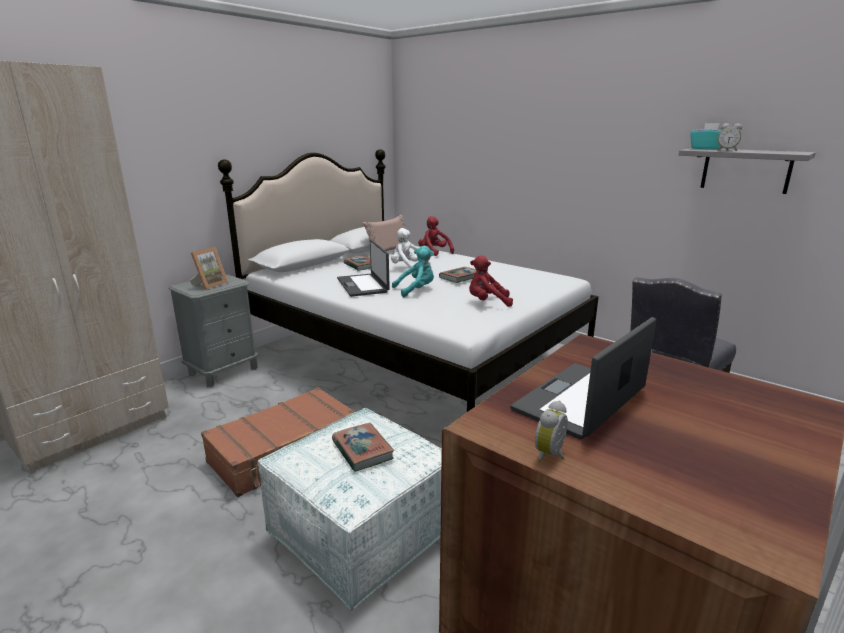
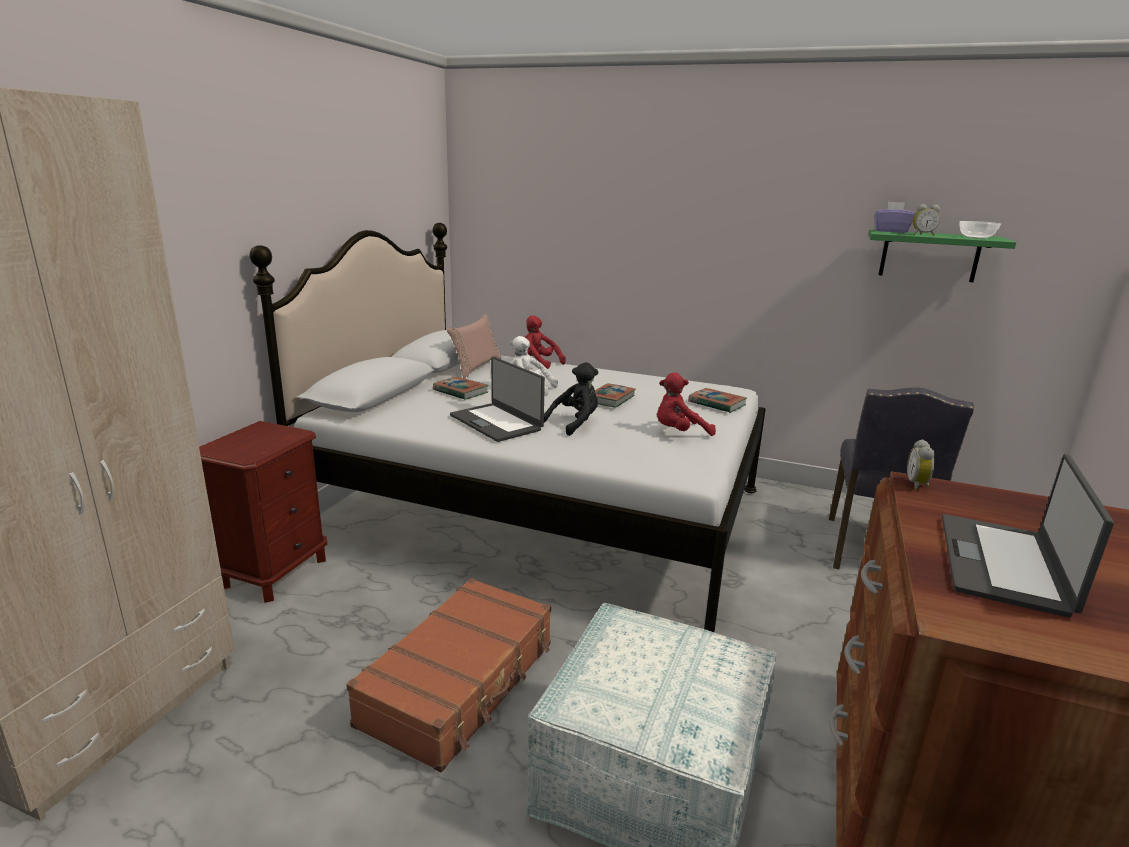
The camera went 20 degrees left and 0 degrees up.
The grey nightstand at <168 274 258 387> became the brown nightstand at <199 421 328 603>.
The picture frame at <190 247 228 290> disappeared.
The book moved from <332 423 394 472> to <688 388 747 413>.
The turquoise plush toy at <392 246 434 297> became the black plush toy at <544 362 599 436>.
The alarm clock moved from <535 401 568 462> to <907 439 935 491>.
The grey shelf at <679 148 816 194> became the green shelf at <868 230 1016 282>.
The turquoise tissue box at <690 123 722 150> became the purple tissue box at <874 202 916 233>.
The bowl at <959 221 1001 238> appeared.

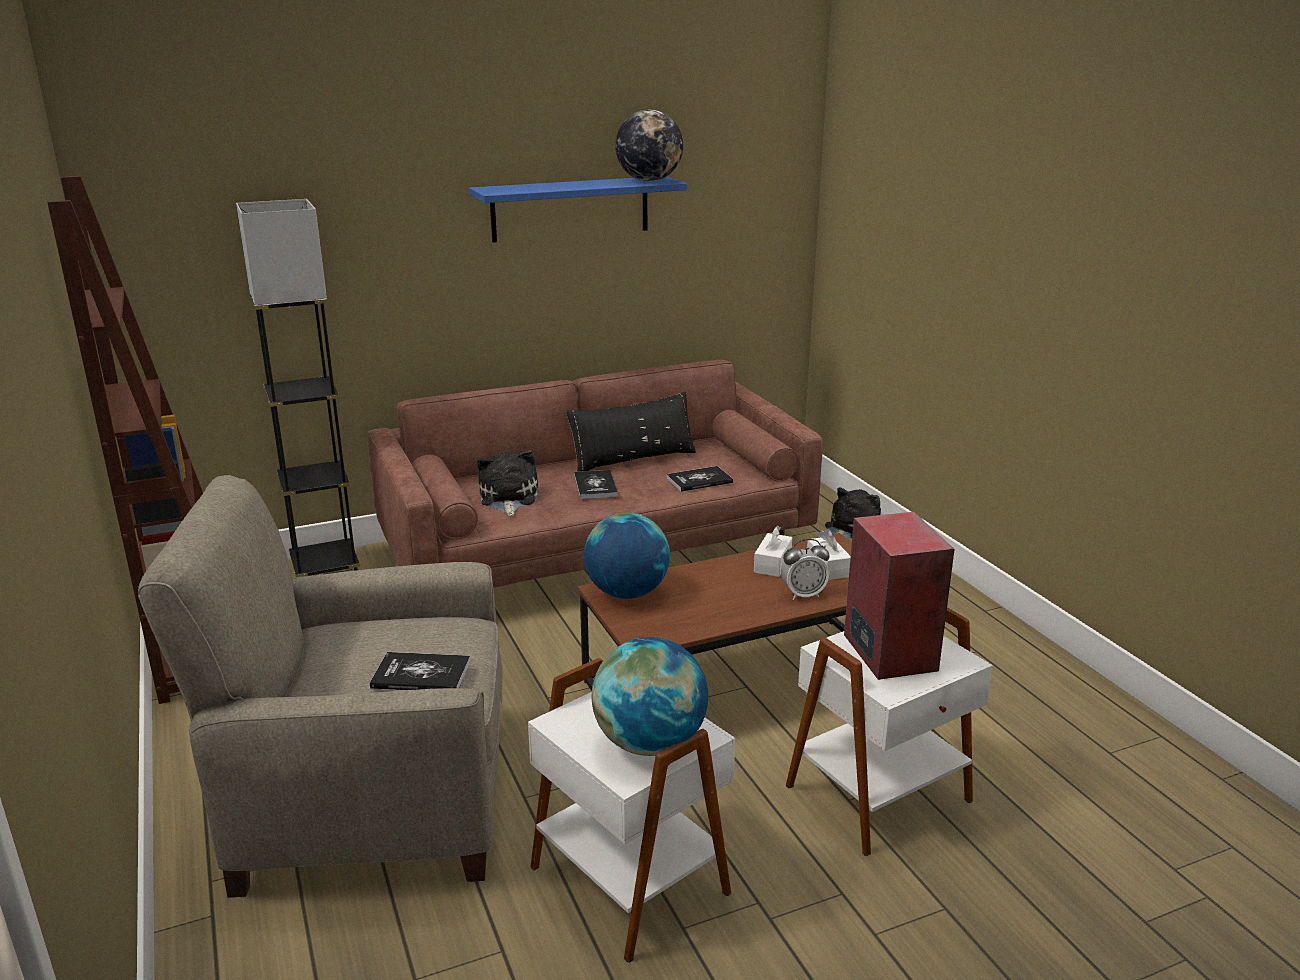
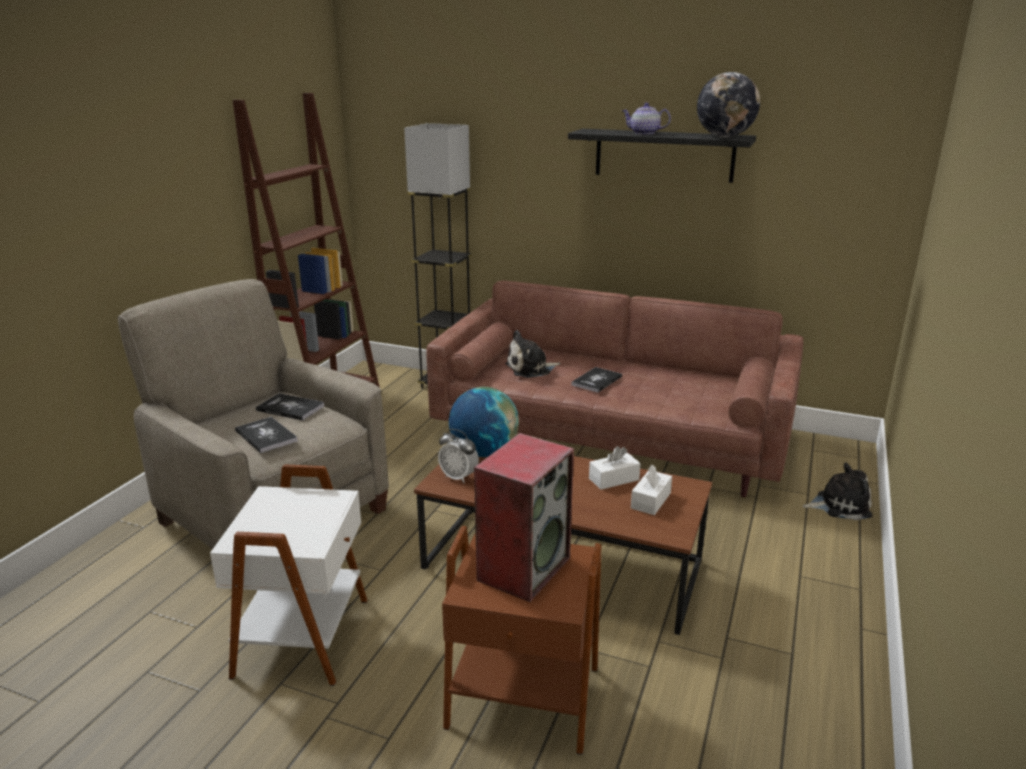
The camera went 45 degrees right and 0 degrees up.
The blue shelf at <469 177 688 243> became the black shelf at <568 129 756 183>.
The plush toy at <477 450 538 516> turned 150 degrees counterclockwise.
The black pillow at <566 392 696 472> disappeared.
The globe at <592 637 708 756> disappeared.
The book moved from <666 466 733 492> to <256 393 324 421>.
The alarm clock moved from <781 539 830 600> to <438 429 479 483>.
The white side table at <786 608 993 856> became the brown side table at <442 526 601 755>.
The teapot at <622 103 671 135> appeared.

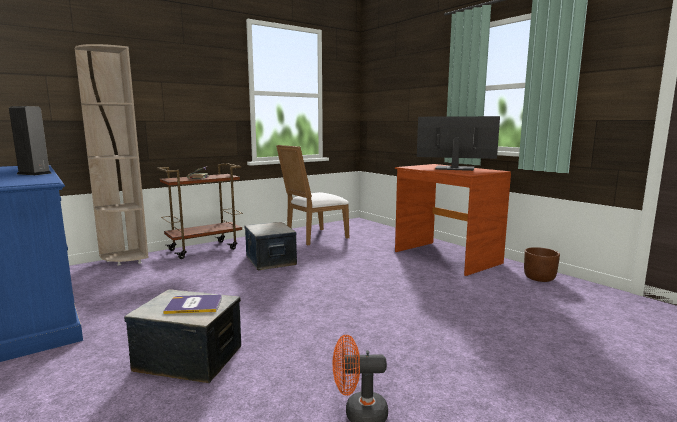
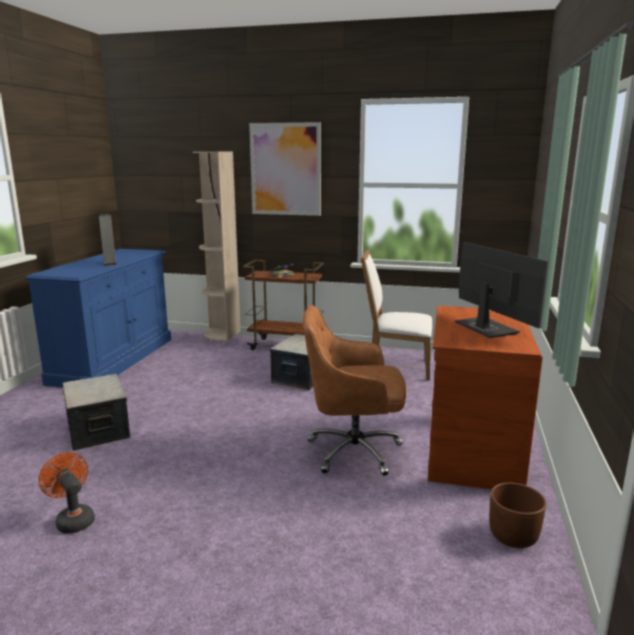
The camera went 50 degrees right and 5 degrees up.
The book at <163 295 222 314> disappeared.
The picture at <249 122 321 216> appeared.
The brown office chair at <302 305 407 476> appeared.

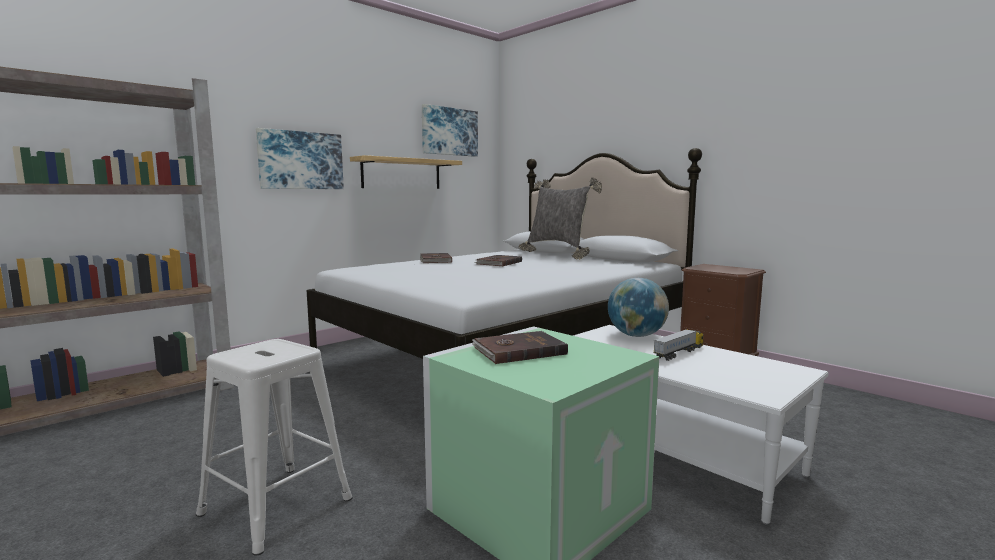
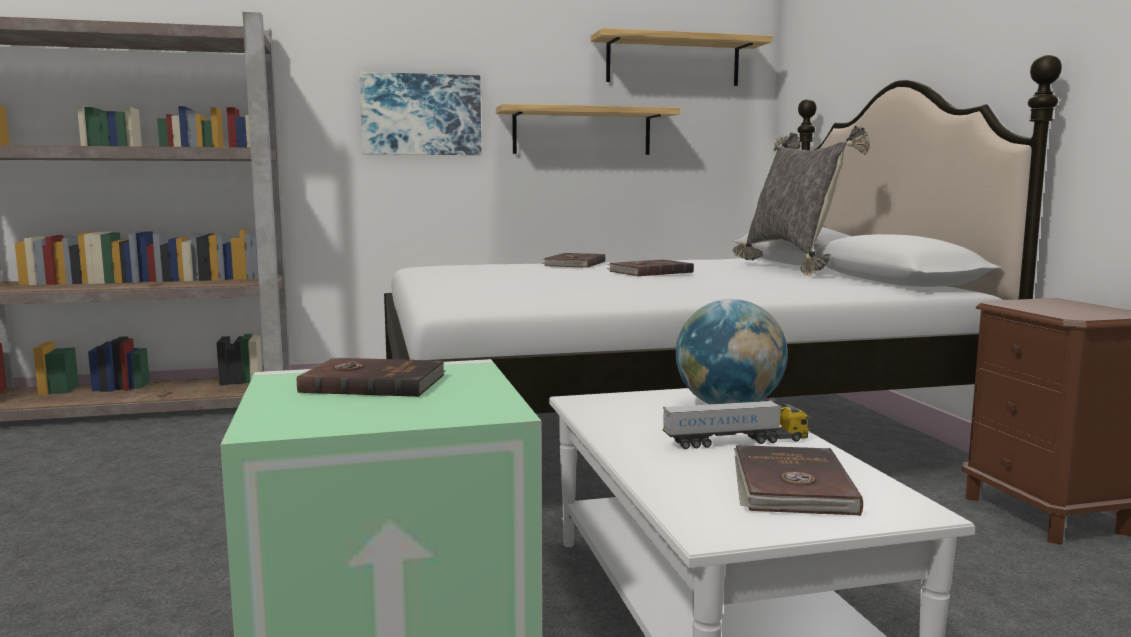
The camera went 30 degrees right and 0 degrees up.
The white stool at <196 339 353 556> disappeared.
The picture at <422 104 478 157> was replaced by the shelf at <591 28 772 86>.
The brown book at <734 445 863 516> appeared.

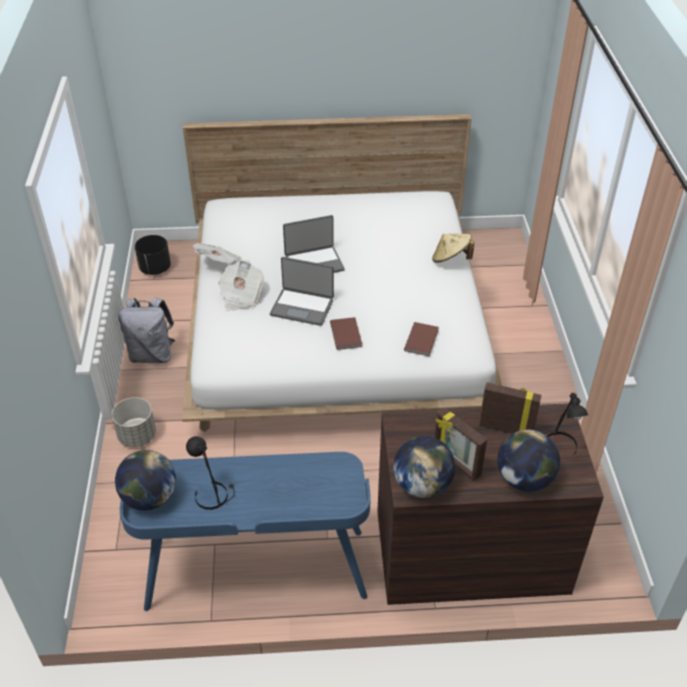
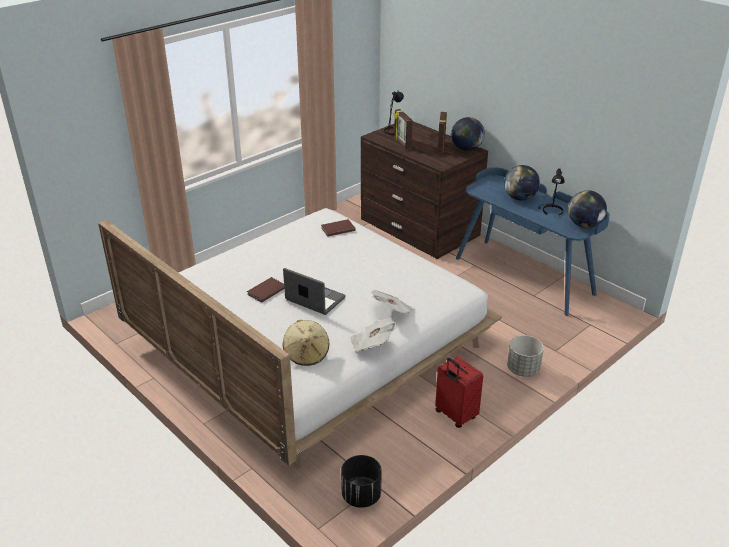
The camera went 130 degrees left and 10 degrees down.
The grey backpack at <118 297 175 363> was replaced by the red suitcase at <435 356 483 428>.
The laptop at <270 257 334 326> disappeared.
The brown book moved from <330 317 362 350> to <247 277 284 303>.
The beige hat moved from <432 234 475 263> to <283 320 329 366>.
The globe moved from <497 430 560 492> to <504 165 540 201>.

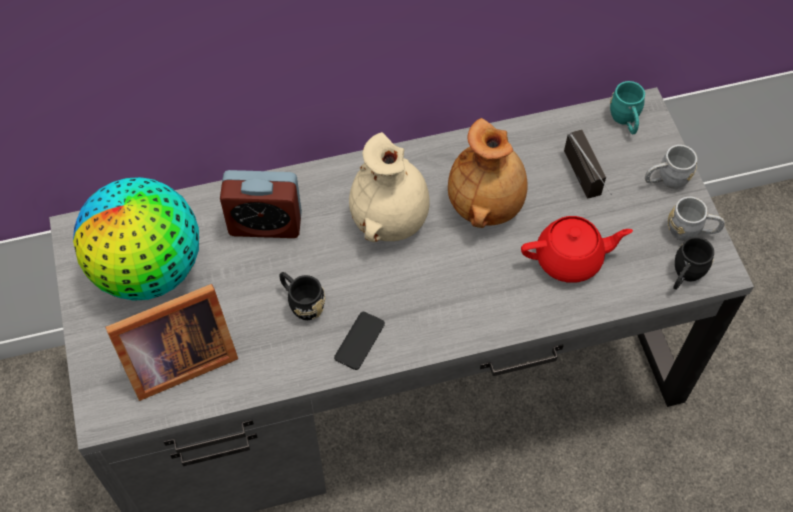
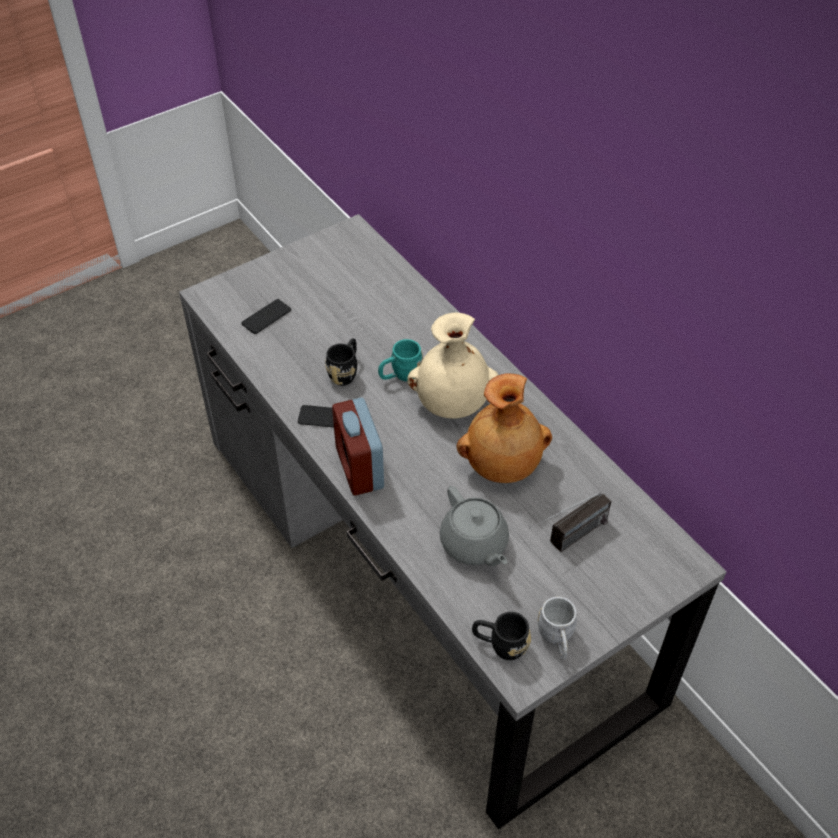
The camera went 70 degrees right and 10 degrees down.
The globe at <73 177 199 301> disappeared.
The picture frame at <105 284 238 401> was replaced by the phone at <241 299 291 334>.
The alarm clock moved from <220 170 302 238> to <332 398 384 496>.
The red teapot at <521 216 633 283> became the grey teapot at <440 486 509 566>.
The turquoise mug moved from <610 81 645 134> to <378 339 423 381>.
The grey mug at <645 145 697 189> disappeared.

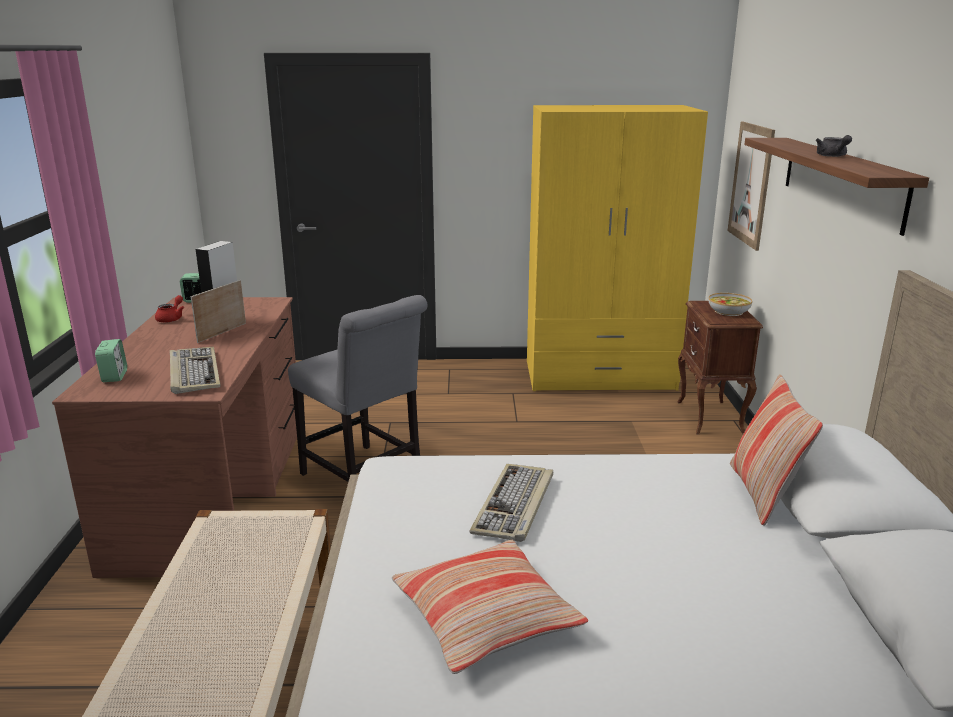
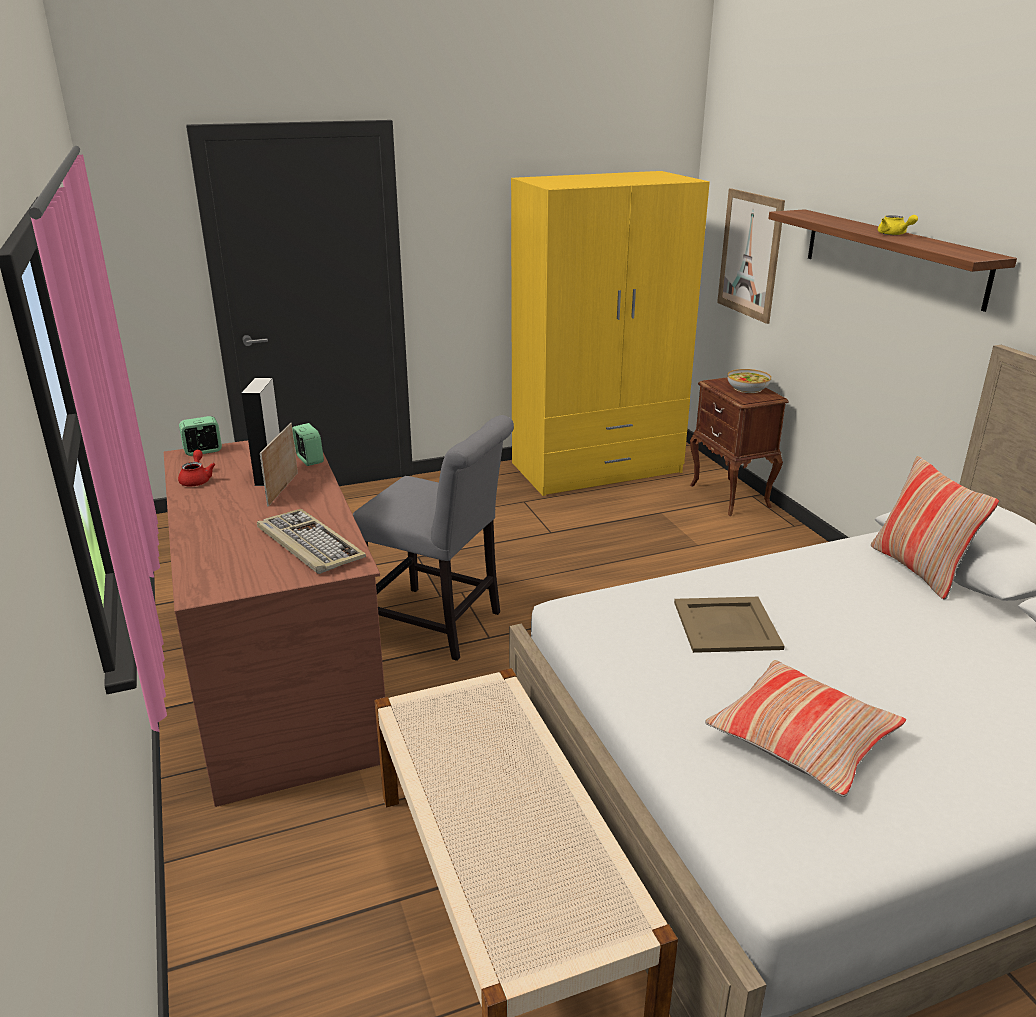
The camera went 20 degrees left and 5 degrees up.
The alarm clock moved from <95 339 127 382> to <292 423 324 466>.
The keyboard at <470 464 553 542> was replaced by the beige tray at <674 597 784 653>.
The grey teapot at <816 135 852 157> became the yellow teapot at <878 215 918 235>.

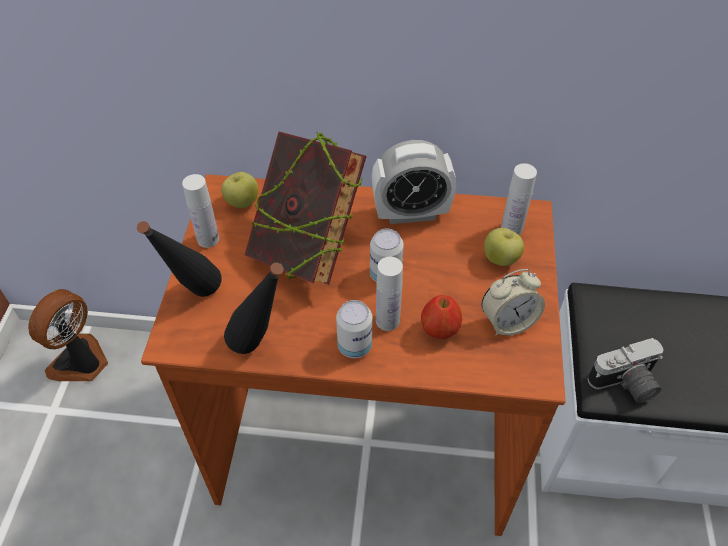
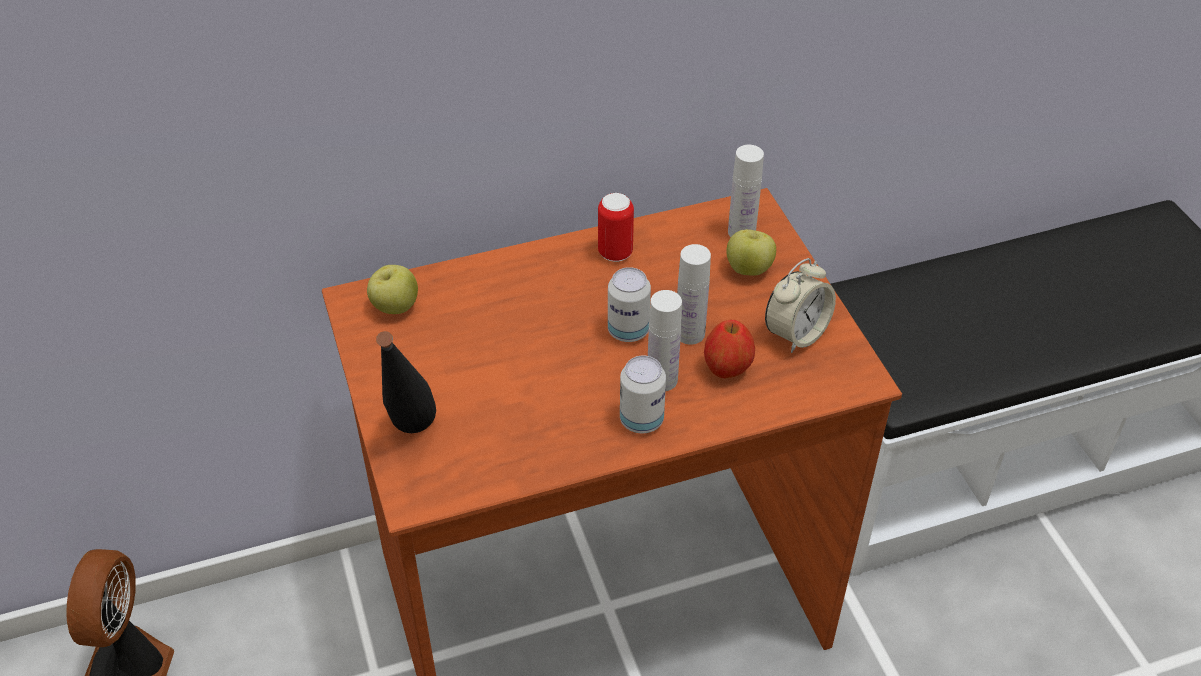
The camera went 25 degrees left and 5 degrees down.
The white bottle moved from <182 174 219 248> to <677 244 711 345>.
The black bottle at <224 263 284 354> disappeared.
The book at <245 132 366 285> disappeared.
The alarm clock at <372 140 456 224> was replaced by the can at <598 193 634 262>.
The photo camera at <588 338 663 403> disappeared.

